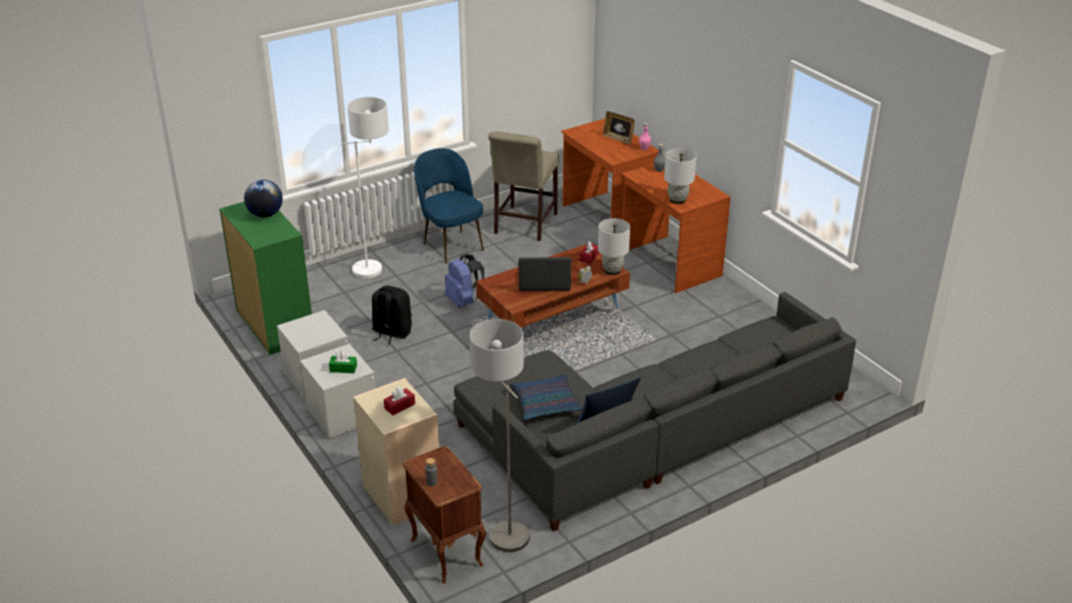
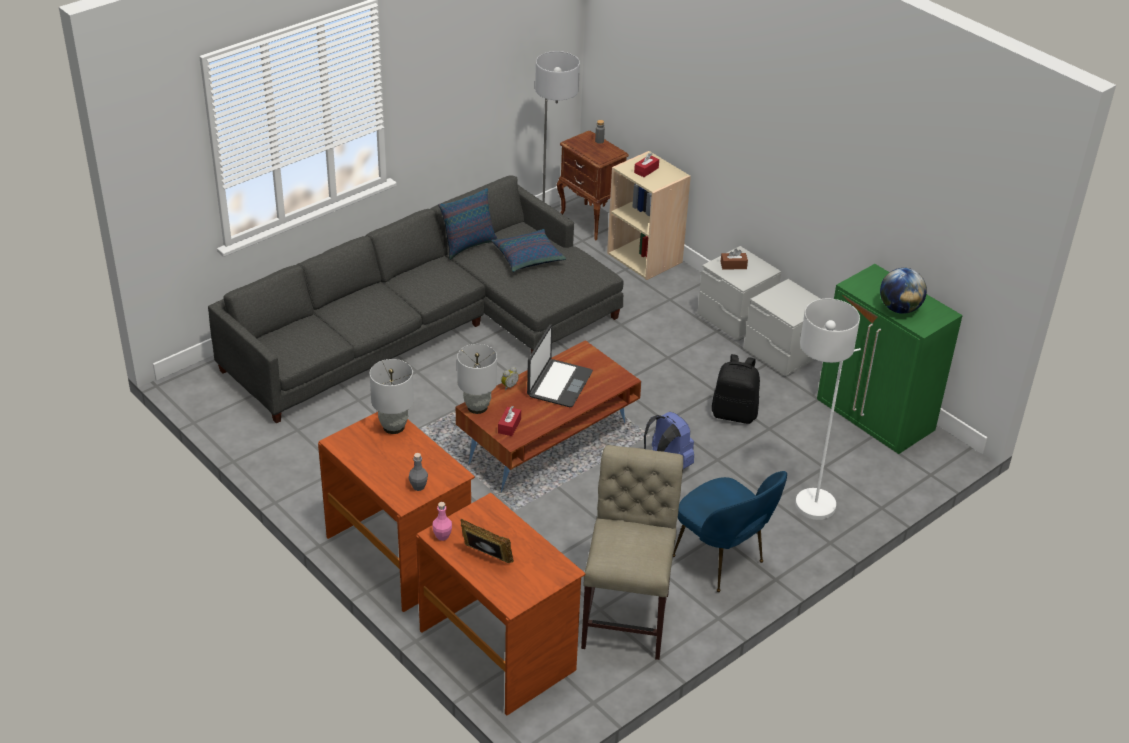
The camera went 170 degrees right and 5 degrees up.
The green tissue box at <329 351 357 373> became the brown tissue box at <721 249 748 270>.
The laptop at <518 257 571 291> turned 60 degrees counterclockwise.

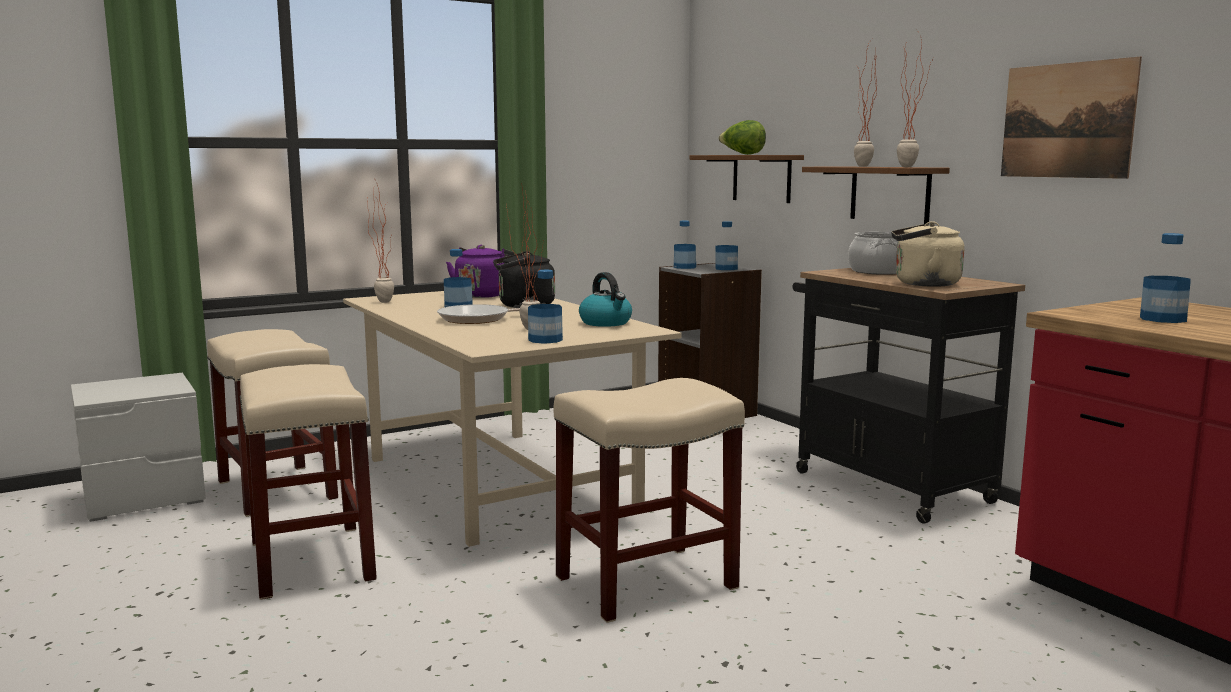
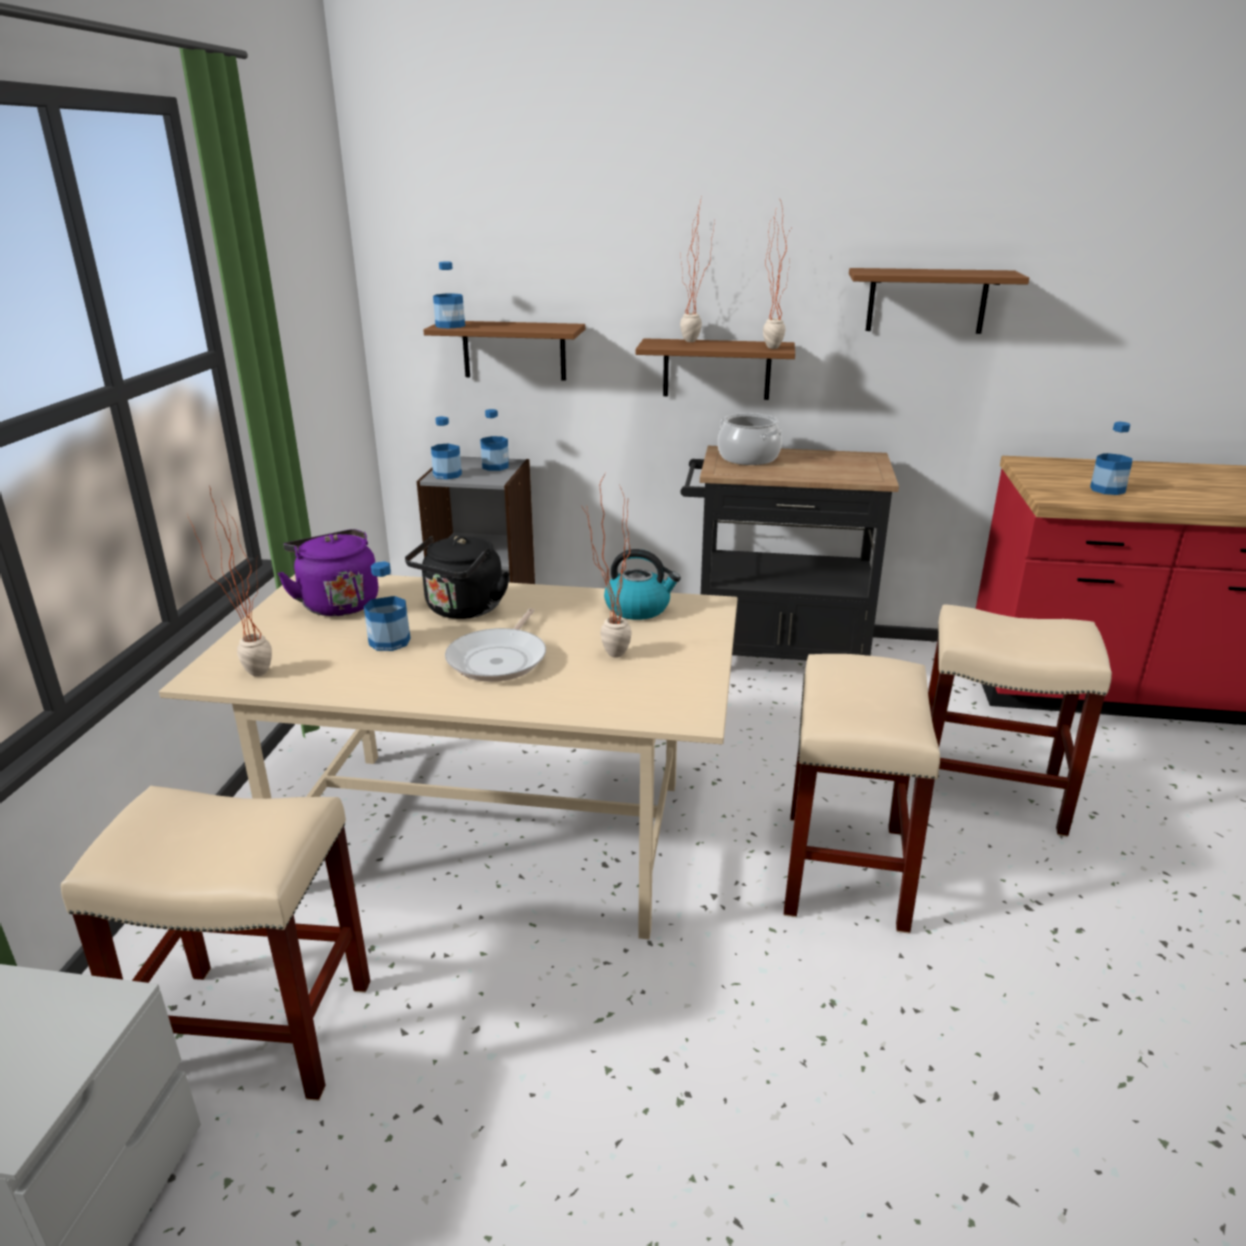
The camera went 50 degrees left and 15 degrees up.
The beige stool moved from <240 364 377 600> to <928 604 1112 837>.
The bottle moved from <528 270 563 344> to <433 261 465 329>.
The lettuce at <719 120 766 155> disappeared.
The beige kettle at <891 221 964 287> disappeared.
The picture at <1001 57 1142 179> was replaced by the brown shelf at <849 268 1029 334>.

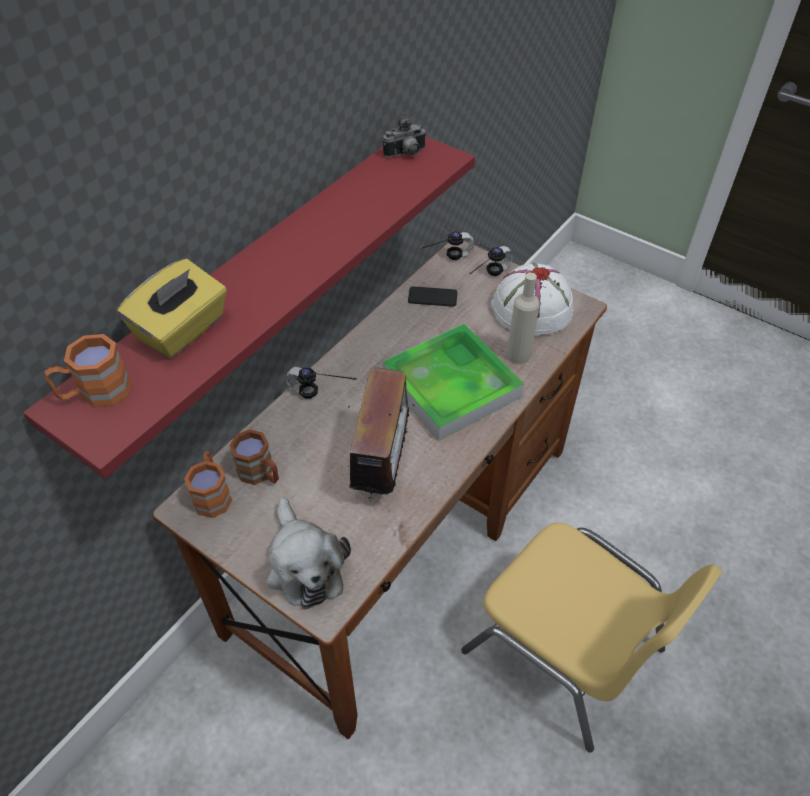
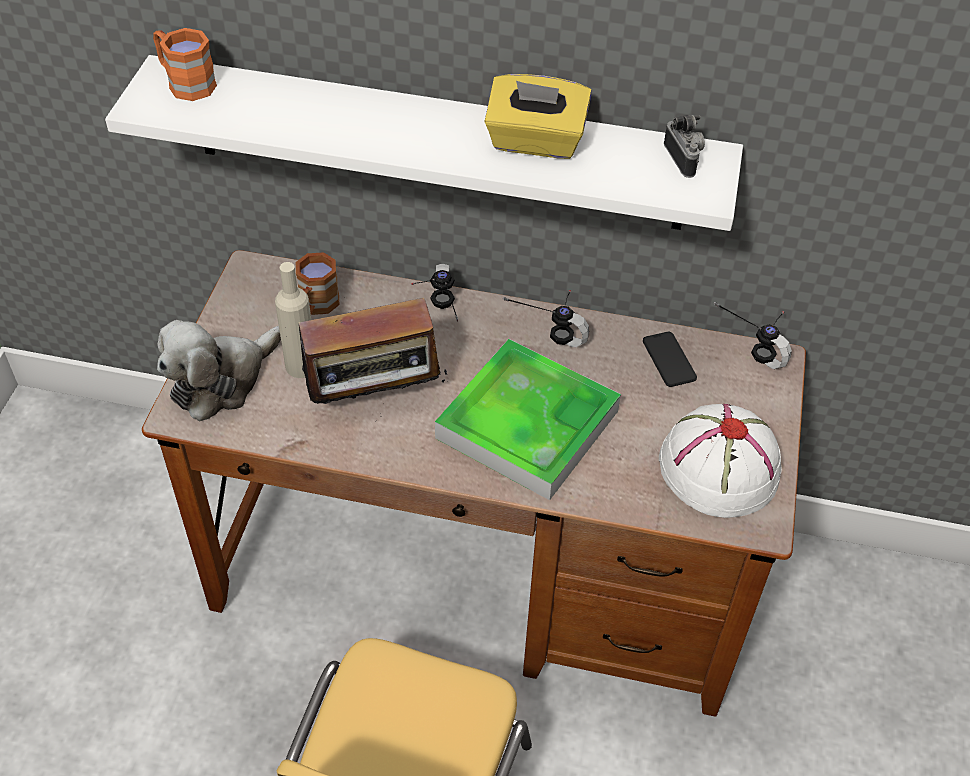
The camera went 65 degrees right and 0 degrees up.
The red shelf at <23 136 475 479> became the white shelf at <105 55 743 231>.
The yellow tissue box moved from <117 259 227 358> to <484 74 592 159>.
The orange mug at <184 451 232 518> disappeared.
The photo camera at <383 114 426 158> turned 150 degrees counterclockwise.
The headphones moved from <469 243 513 276> to <503 290 589 348>.
The beige bottle moved from <507 273 540 364> to <275 262 311 378>.

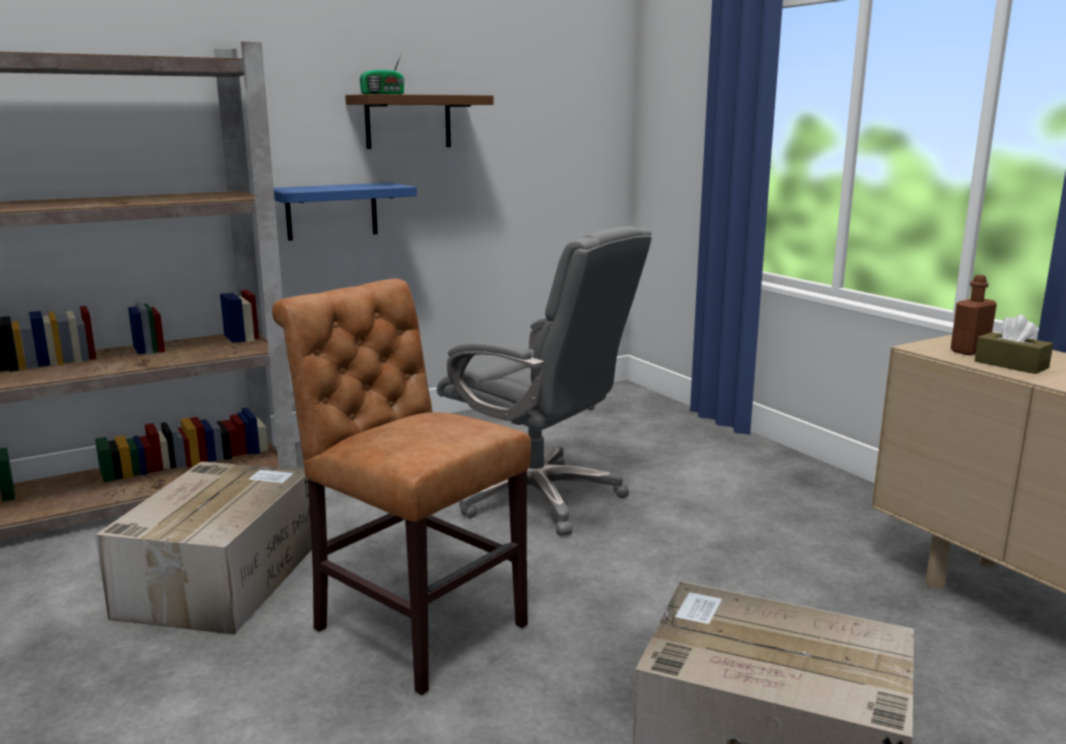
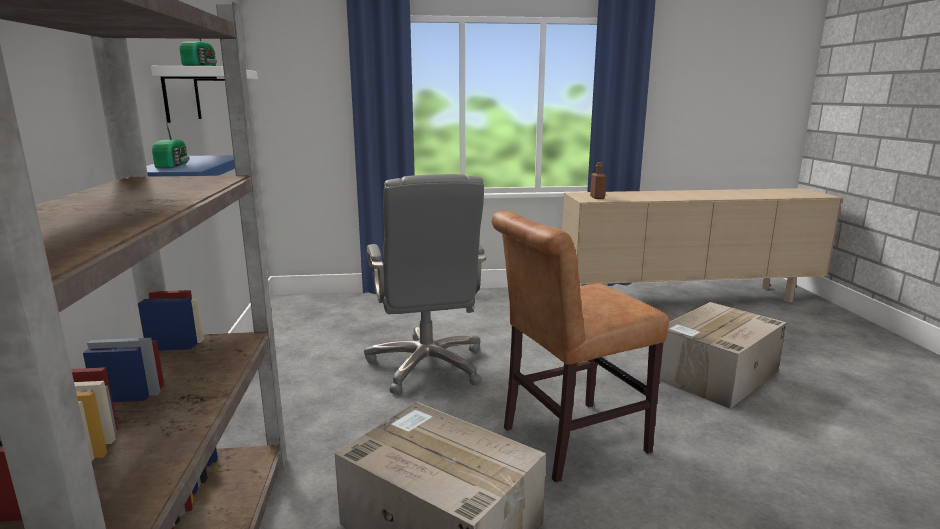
The camera went 65 degrees left and 0 degrees up.
The brown shelf at <345 94 494 149> became the white shelf at <151 66 258 123>.
The grey office chair at <437 226 652 536> turned 105 degrees clockwise.
The brown tissue box at <975 315 1053 374> disappeared.
The radio at <152 118 190 168> appeared.

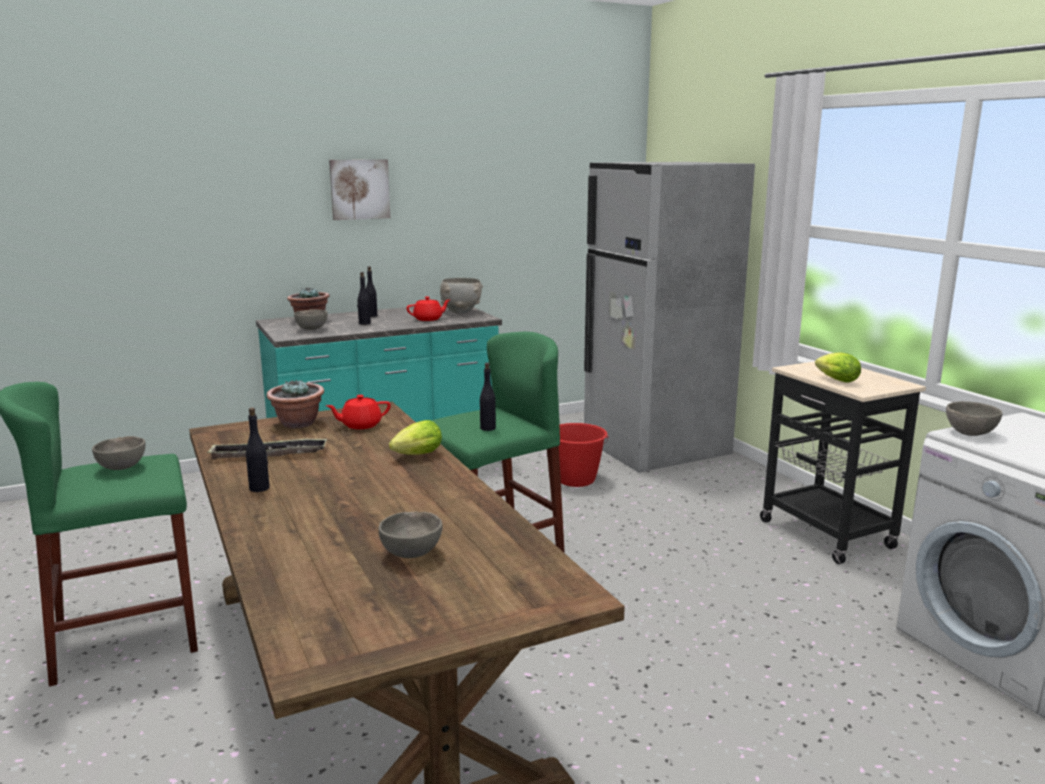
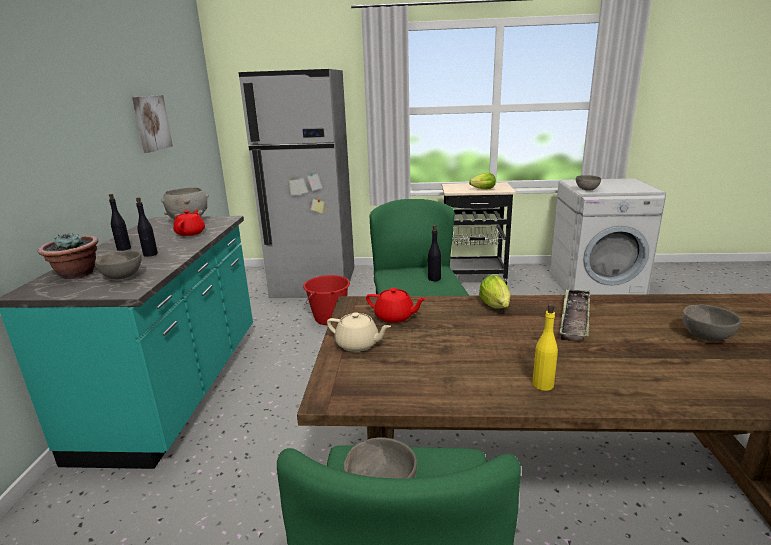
The camera went 60 degrees left and 5 degrees up.
The tray moved from <207 438 327 460> to <560 289 590 342>.
The black bottle at <246 408 270 492> became the yellow bottle at <533 304 558 391>.
The potted plant at <267 380 324 428> was replaced by the beige teapot at <327 312 391 352>.
The red teapot at <326 395 391 429> turned 75 degrees counterclockwise.
The picture moved from <329 159 391 220> to <132 95 173 153>.

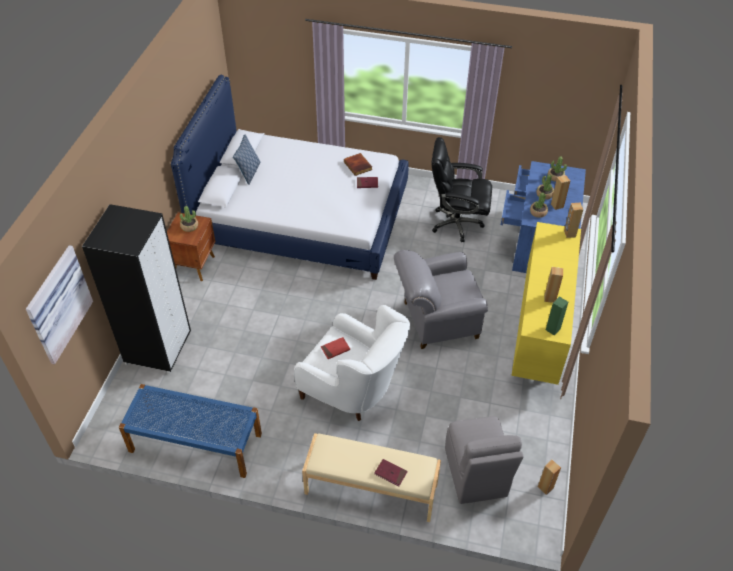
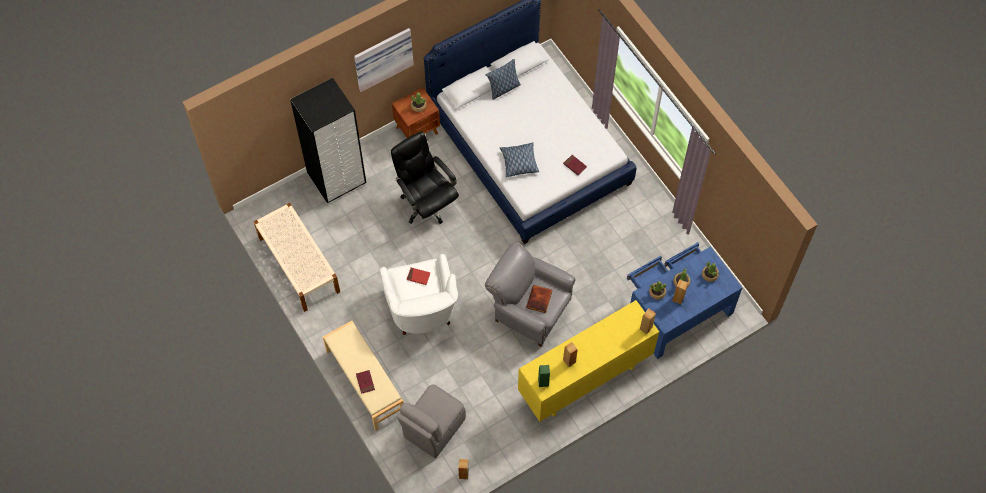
The camera went 45 degrees right and 15 degrees up.
The picture moved from <26 245 93 364> to <354 28 414 92>.
The blue bench at <119 384 262 478> became the beige bench at <254 203 340 312>.
The book moved from <344 153 372 176> to <526 285 552 313>.
The black office chair moved from <431 137 492 242> to <391 131 459 224>.
The pillow at <499 142 539 177> appeared.

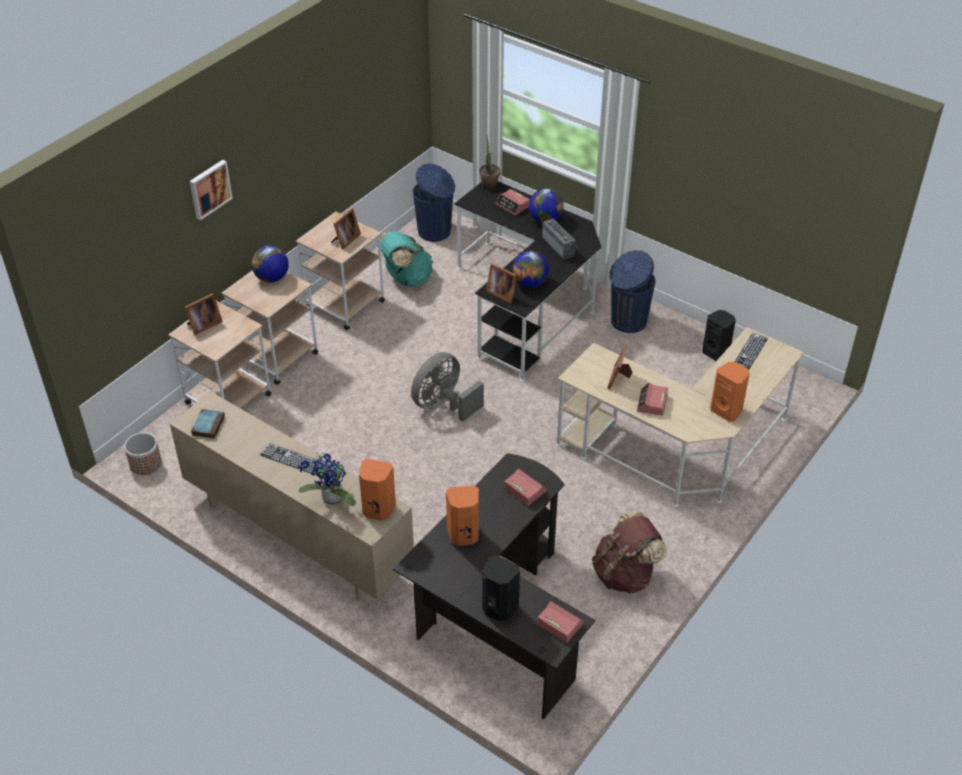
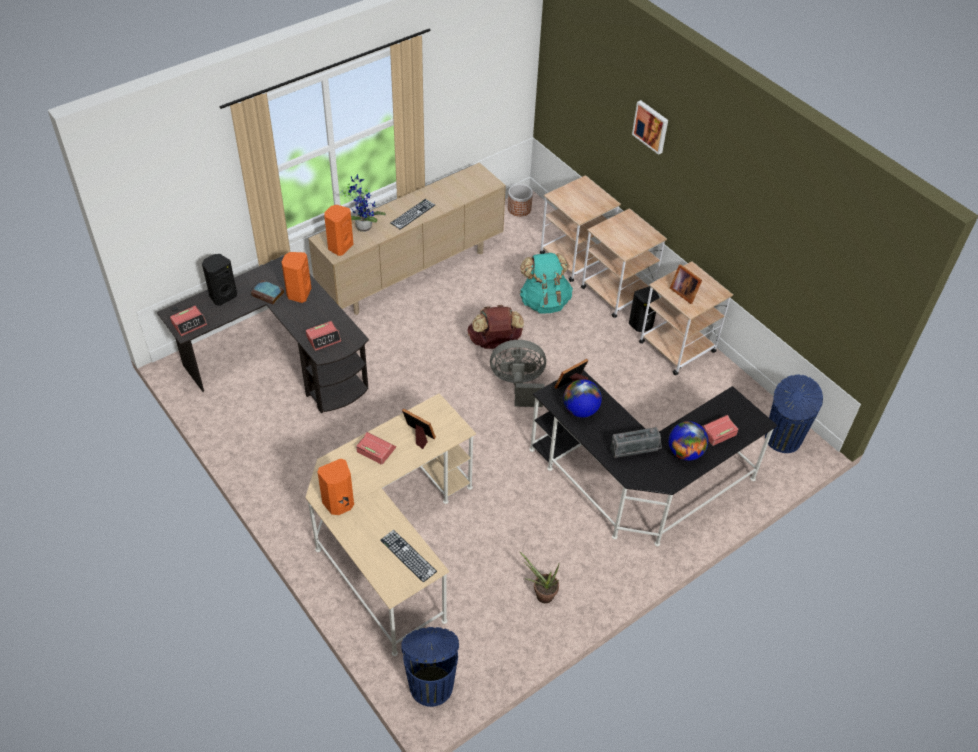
The camera went 105 degrees right and 5 degrees up.
The picture frame at <185 293 223 335> disappeared.
The book moved from <191 409 225 439> to <251 280 284 305>.
The globe at <251 246 289 282> disappeared.
The turquoise backpack moved from <376 232 433 287> to <519 253 573 314>.
The grey fan at <411 352 484 422> turned 60 degrees counterclockwise.
The potted plant moved from <479 135 501 190> to <519 551 559 603>.
The brown backpack moved from <592 512 667 594> to <467 305 524 349>.
The blue trash can moved from <609 250 656 333> to <401 627 459 707>.
The black speaker moved from <702 310 736 361> to <629 286 659 332>.

